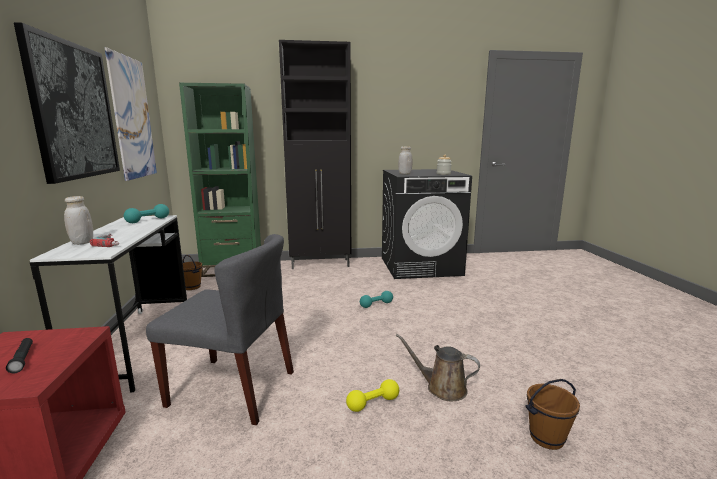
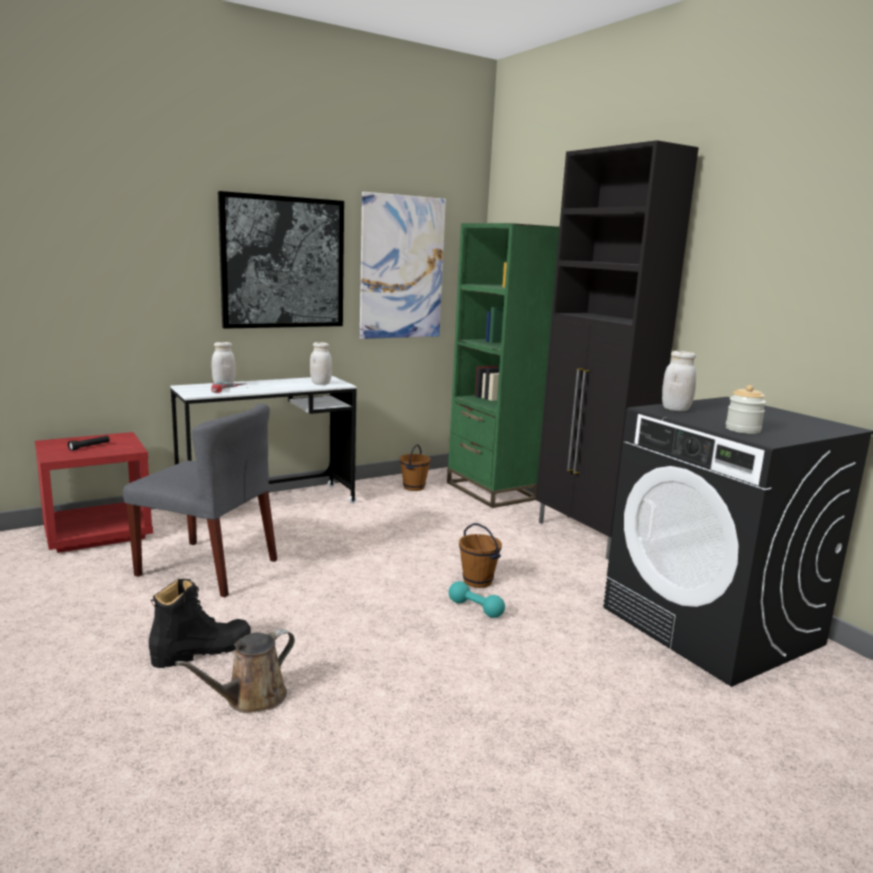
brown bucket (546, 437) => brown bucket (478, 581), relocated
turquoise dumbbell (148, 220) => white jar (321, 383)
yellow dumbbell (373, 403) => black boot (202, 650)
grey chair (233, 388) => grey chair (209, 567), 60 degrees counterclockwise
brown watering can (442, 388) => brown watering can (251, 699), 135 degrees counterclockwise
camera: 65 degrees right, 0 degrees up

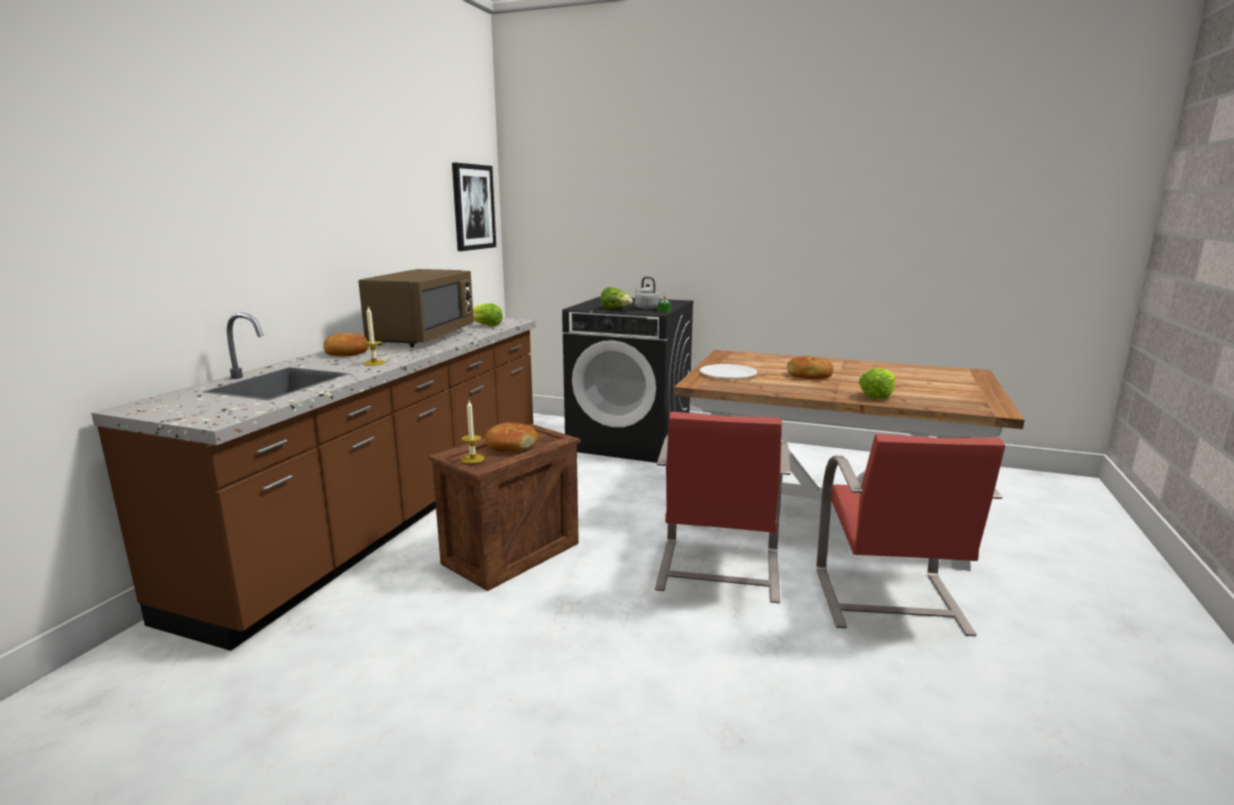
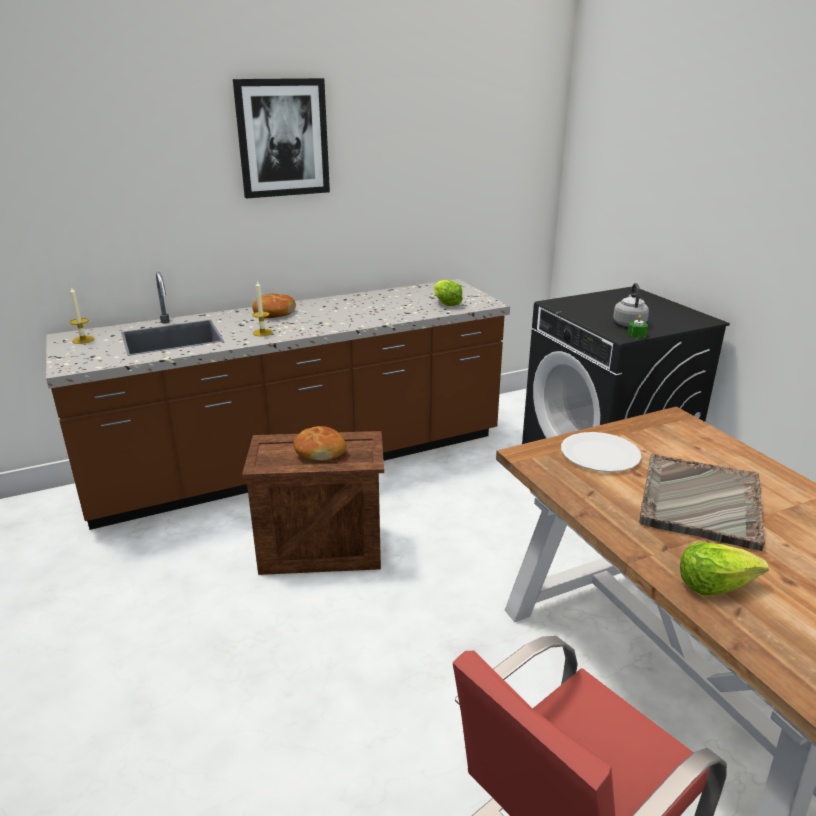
brown microwave (422, 337) => nothing
lettuce (616, 309) => nothing
red chair (717, 571) => nothing
picture (473, 207) => picture (283, 138), relocated
candle (472, 459) => candle (83, 340), relocated
bread (809, 376) => grey tray (700, 502)
camera: 45 degrees right, 10 degrees up

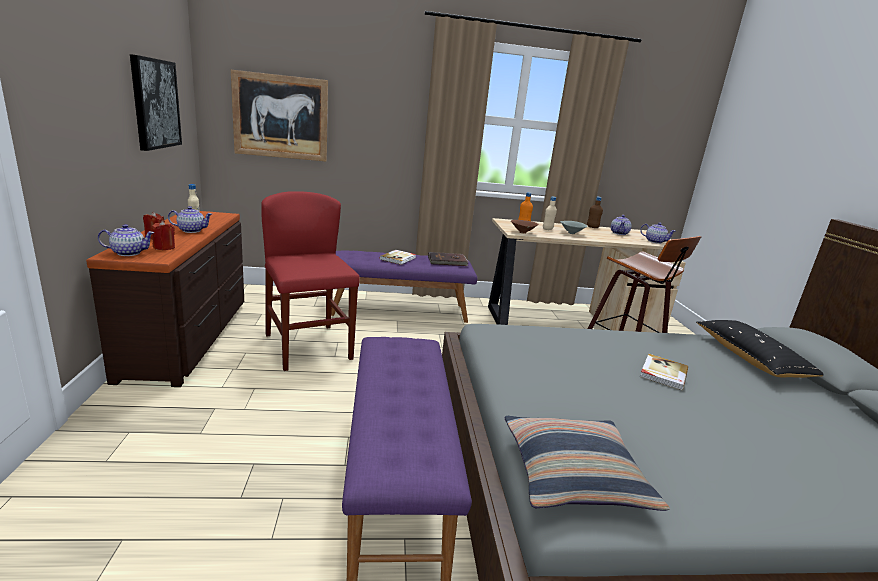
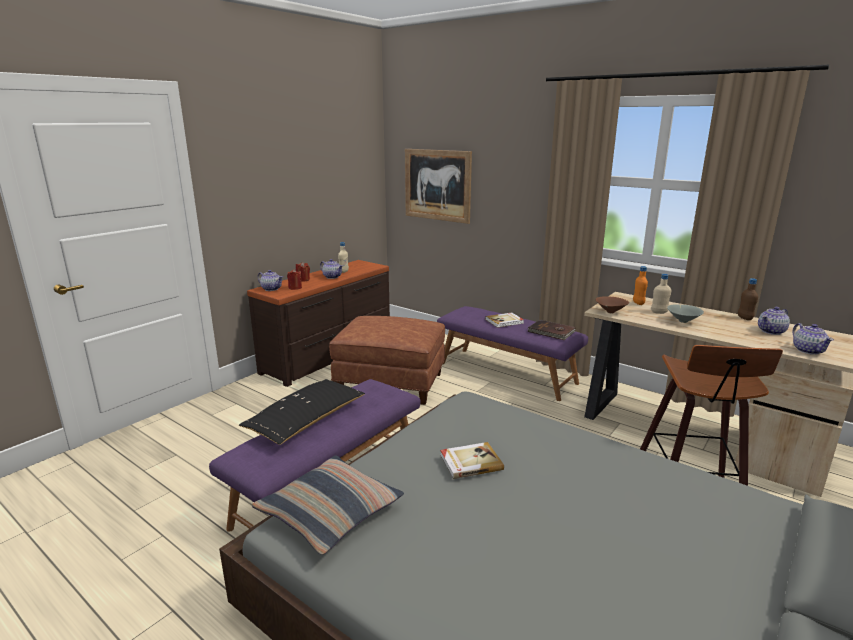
picture (155, 104) => nothing
book (662, 373) => book (470, 462), relocated
black pillow (750, 358) => black pillow (306, 420), relocated
red chair (308, 347) => brown ottoman (391, 383)
camera: 45 degrees right, 0 degrees up

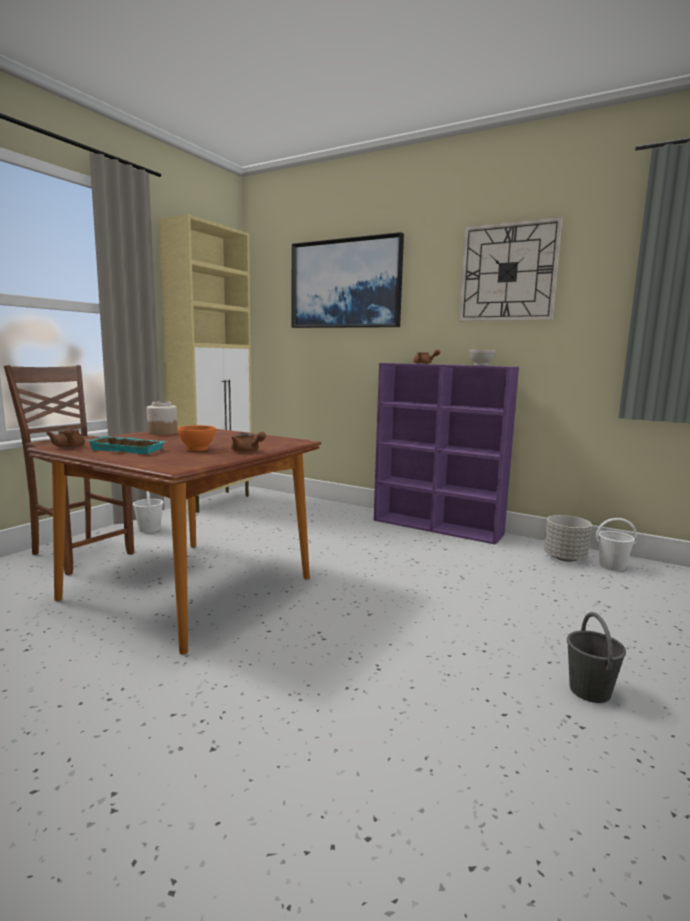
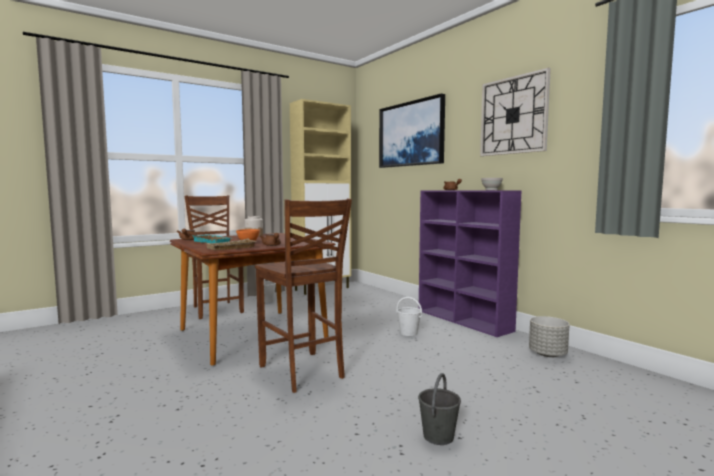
nothing => beige tray (231, 248)
nothing => brown chair (302, 372)
white bucket (612, 566) => white bucket (409, 333), relocated
camera: 25 degrees right, 5 degrees down

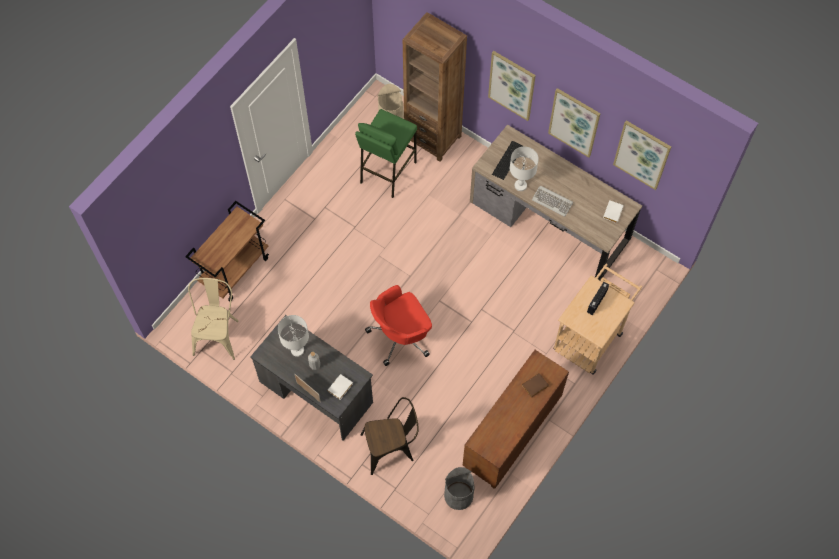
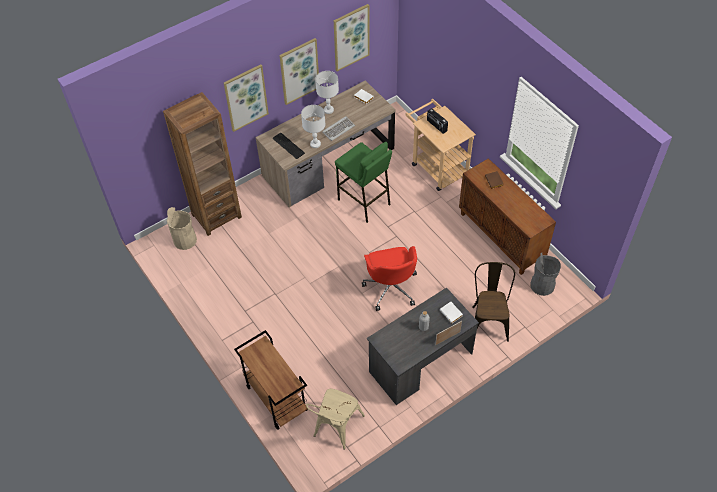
white table lamp (297, 350) => white table lamp (328, 110), relocated
green stool (387, 172) => green stool (364, 202), relocated
beige chair (218, 334) => beige chair (335, 428), 90 degrees counterclockwise
camera: 70 degrees left, 10 degrees down

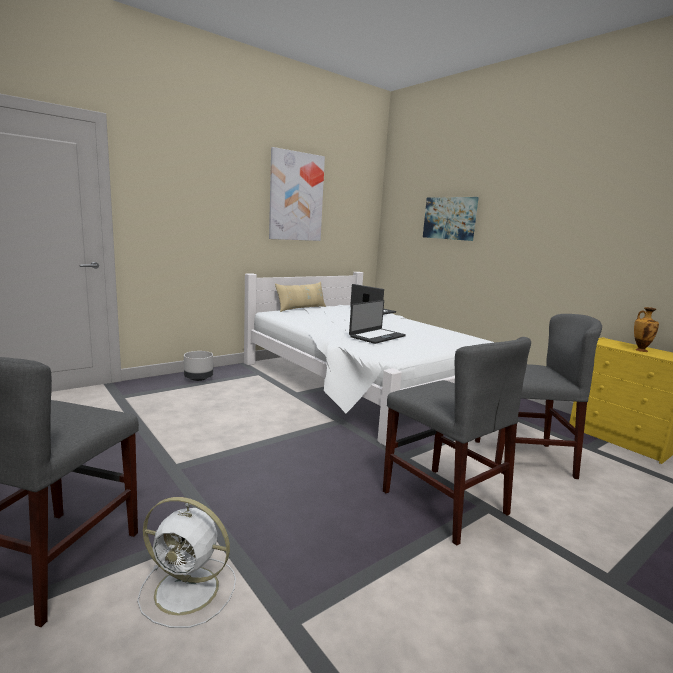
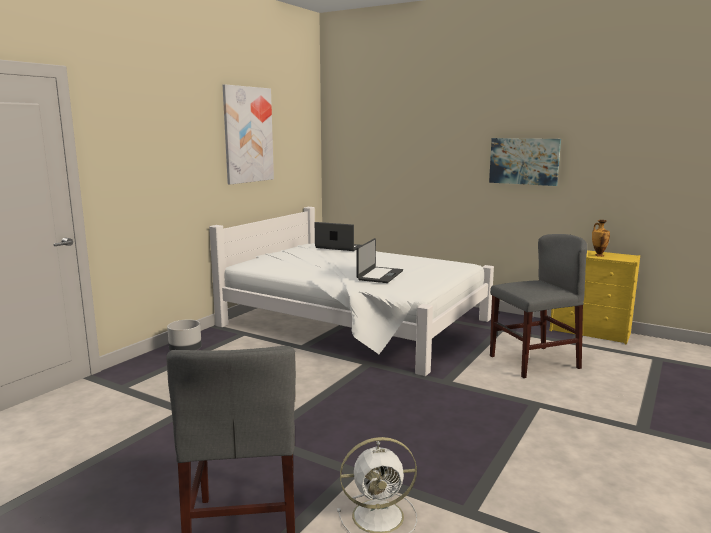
beige pillow (301, 308) => nothing
grey chair (443, 502) => nothing
picture (450, 218) => picture (524, 161), relocated
camera: 20 degrees left, 0 degrees up

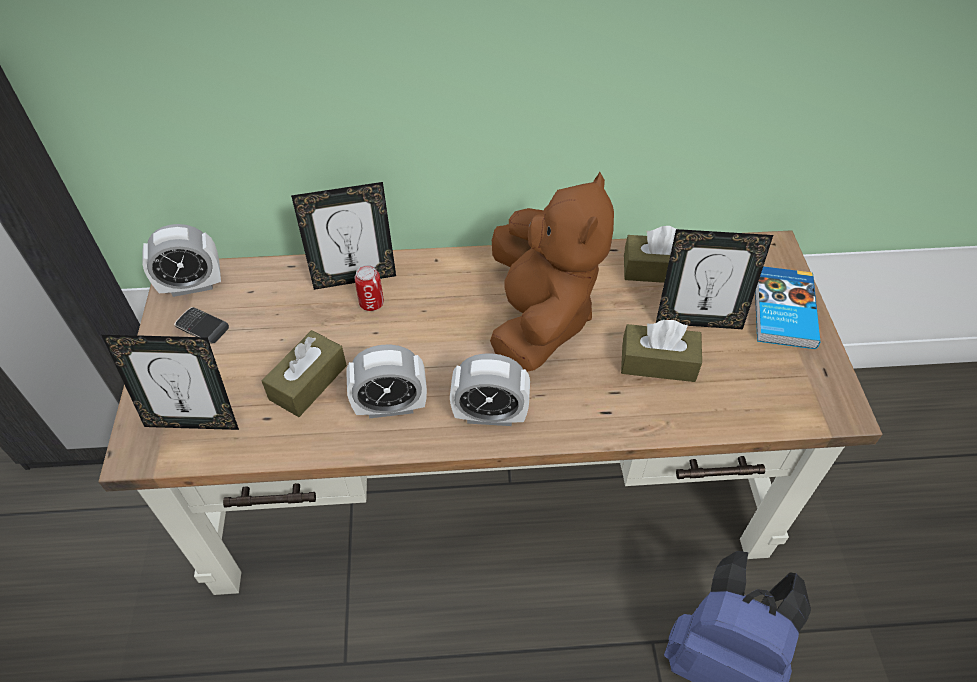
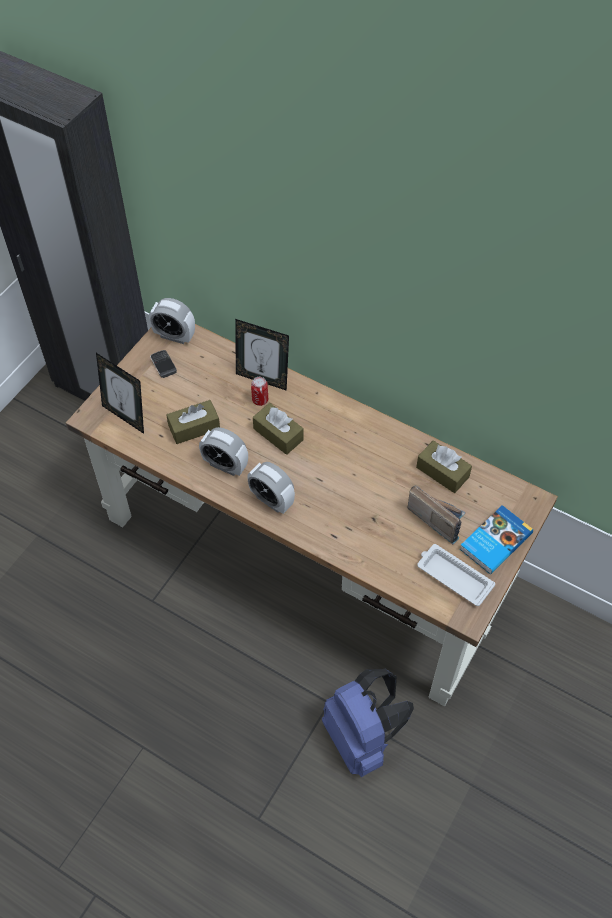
brown plush toy (539, 319) => nothing
nothing => white tray (453, 576)
brown tissue box (658, 362) => brown tissue box (278, 434), relocated
picture frame (698, 320) => radio (436, 517)
camera: 35 degrees right, 5 degrees up

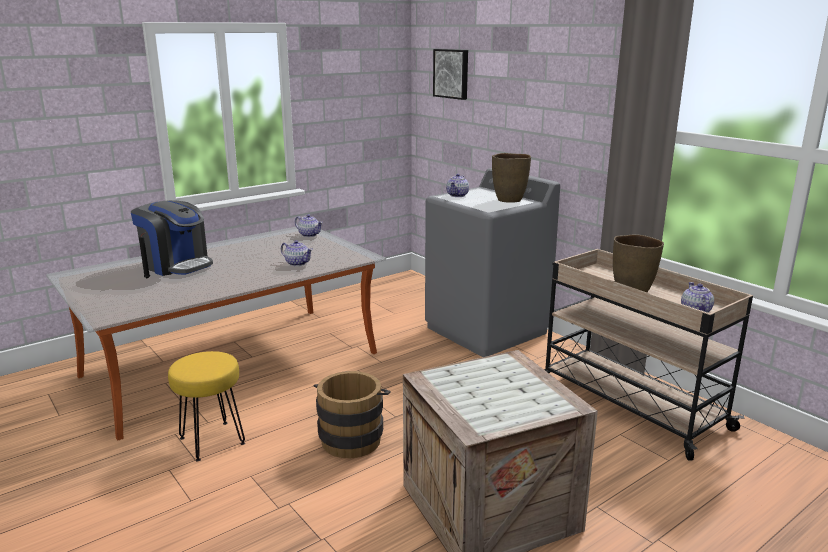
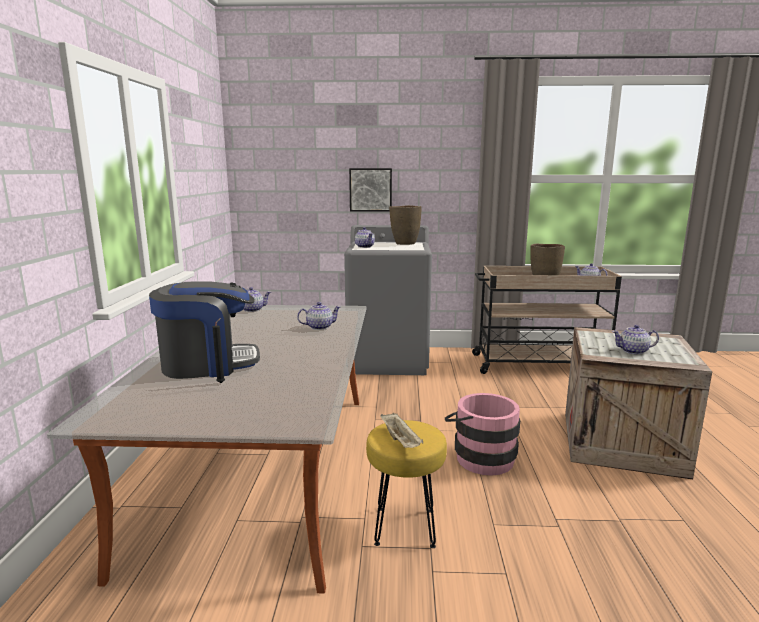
nothing => beige tray (401, 441)
nothing => teapot (633, 351)
picture (452, 73) => picture (370, 189), relocated
brown bucket (352, 437) => pink bucket (480, 457)
camera: 50 degrees left, 5 degrees down

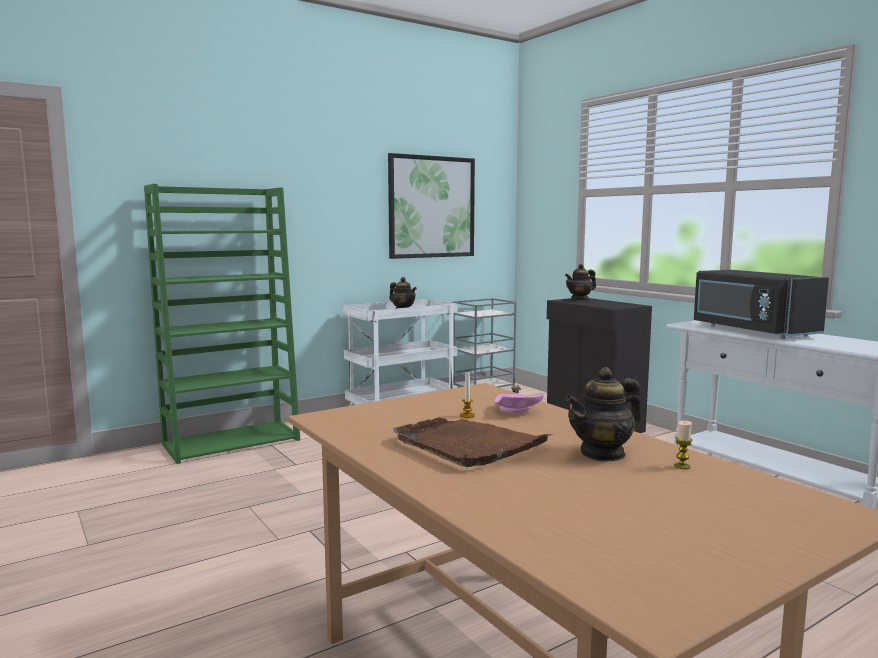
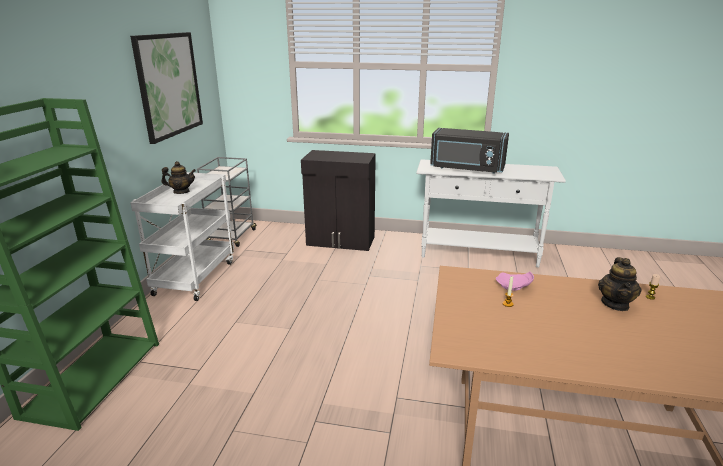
brown tray (469, 445) => nothing
teapot (580, 299) => nothing
camera: 45 degrees left, 15 degrees up

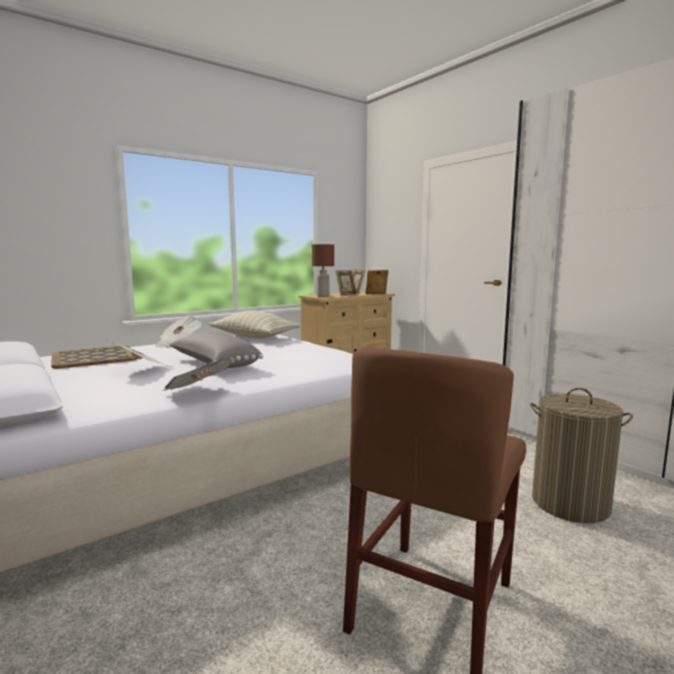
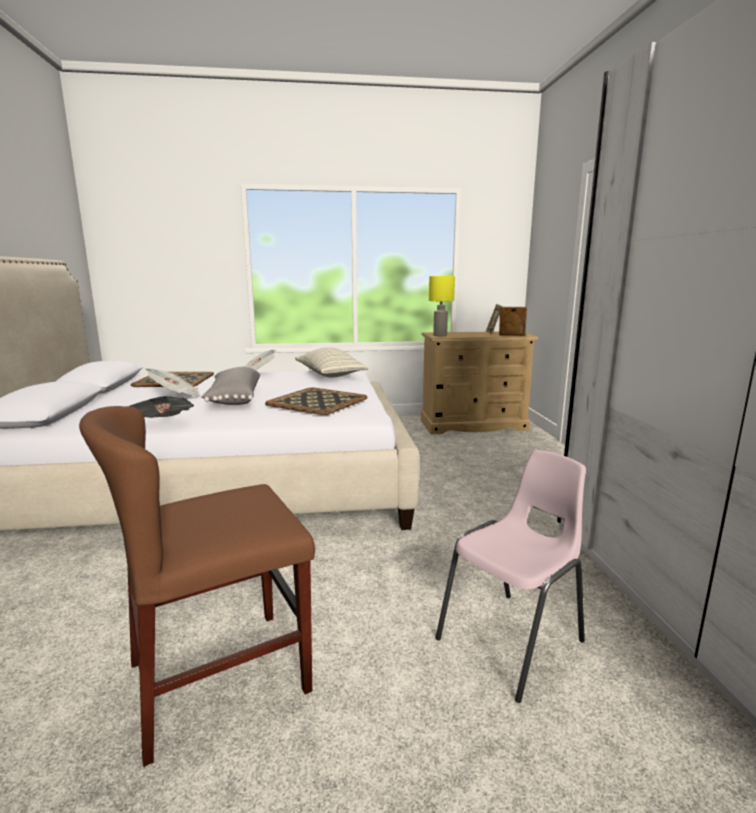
picture frame (346, 295) => nothing
nothing => tray (318, 401)
laundry basket (570, 504) => pink chair (513, 641)
brown table lamp (322, 296) => yellow table lamp (439, 335)
camera: 30 degrees right, 5 degrees up

